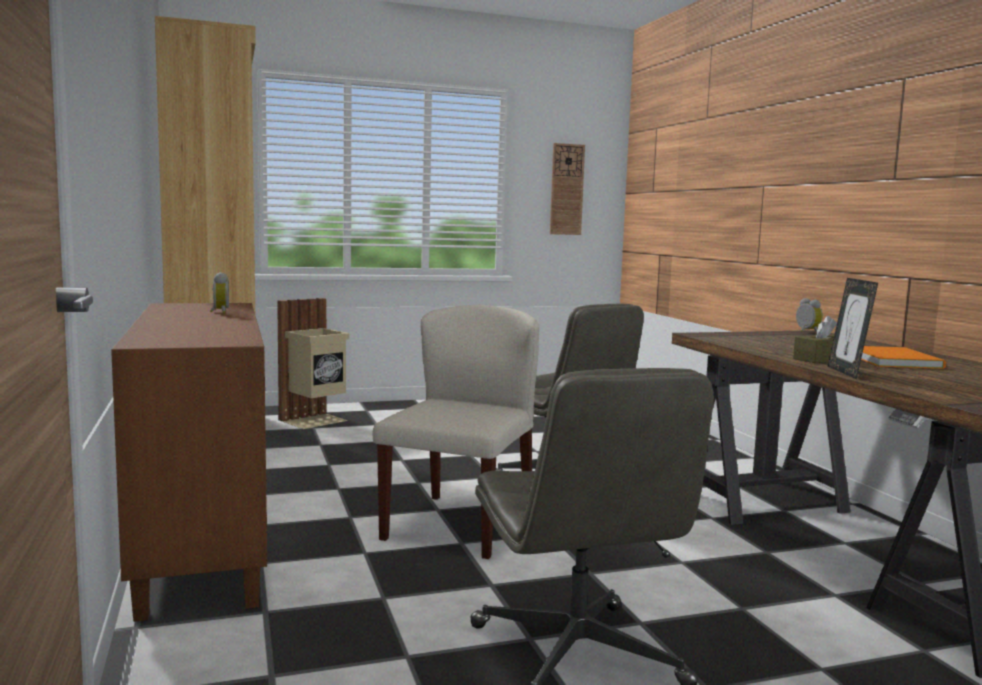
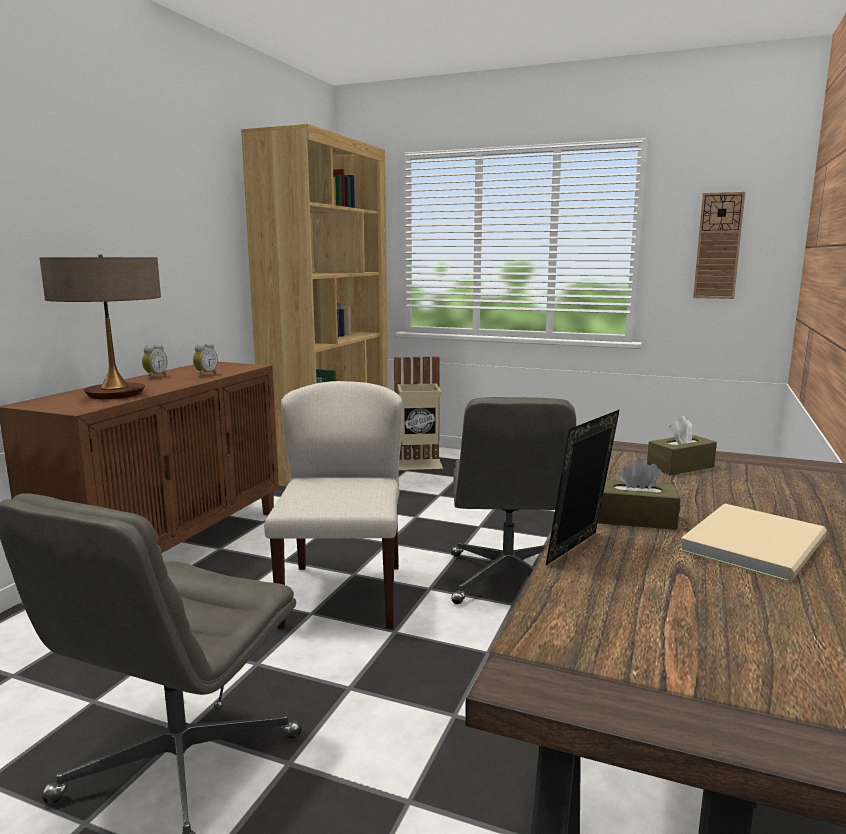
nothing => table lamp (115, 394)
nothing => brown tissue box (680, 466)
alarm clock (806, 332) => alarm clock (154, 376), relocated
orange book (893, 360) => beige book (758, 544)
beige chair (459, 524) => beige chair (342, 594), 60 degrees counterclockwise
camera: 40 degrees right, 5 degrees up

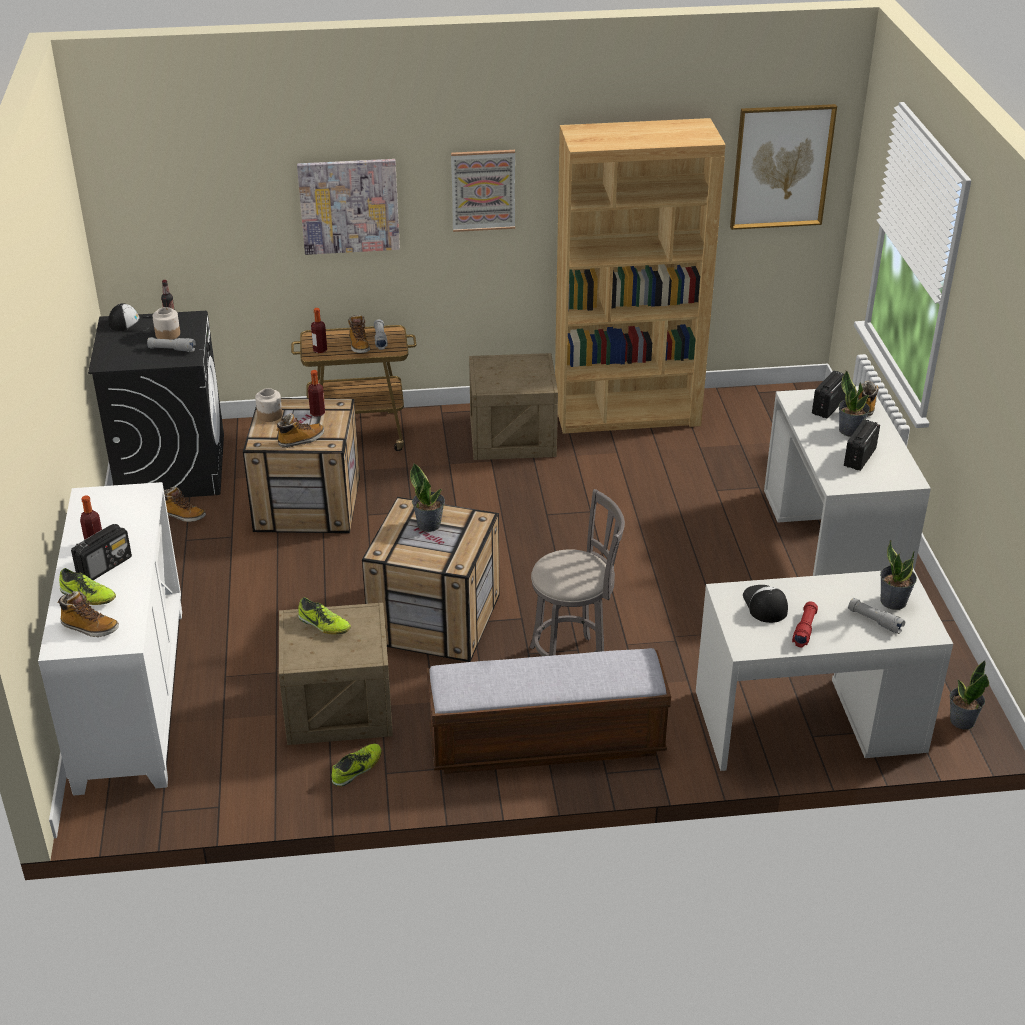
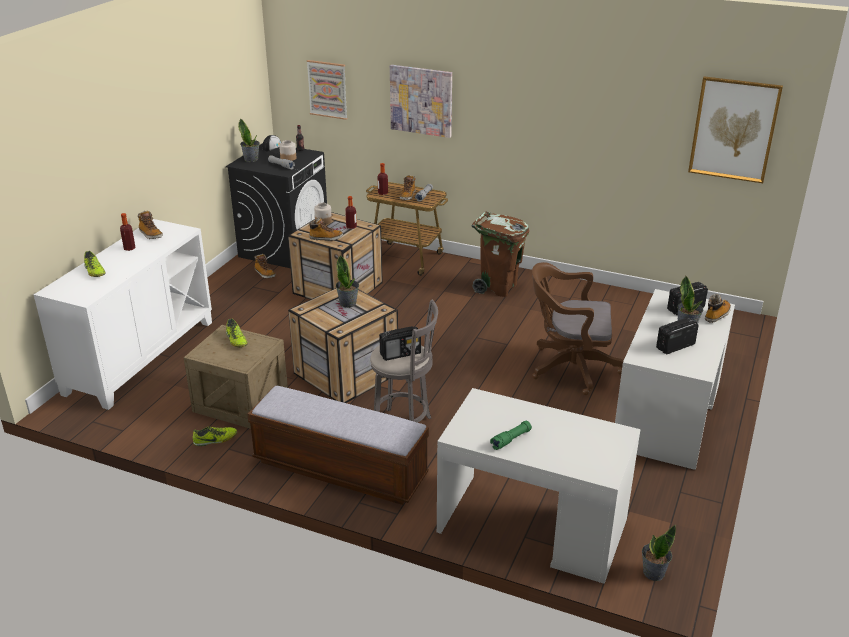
brown bookcase (627, 413) => nothing
cap (764, 604) => nothing
grey flashlight (874, 621) => nothing
nothing => brown office chair (569, 368)
boot (89, 628) => boot (150, 234), relocated
radio (105, 566) => radio (400, 353), relocated
picture (483, 190) => picture (327, 89), relocated
potted plant (893, 601) => potted plant (251, 159), relocated
crate (512, 437) => brown trash can (498, 287)
red flashlight (804, 629) => green flashlight (511, 439)
camera: 30 degrees right, 5 degrees down

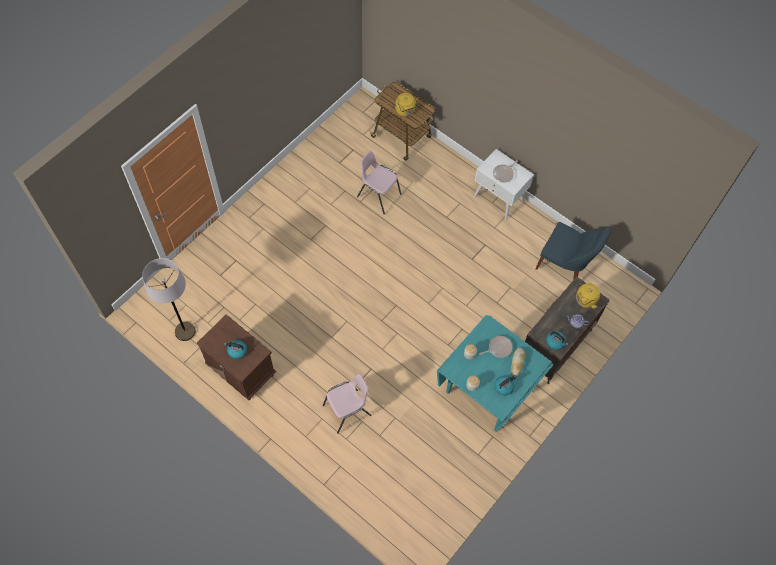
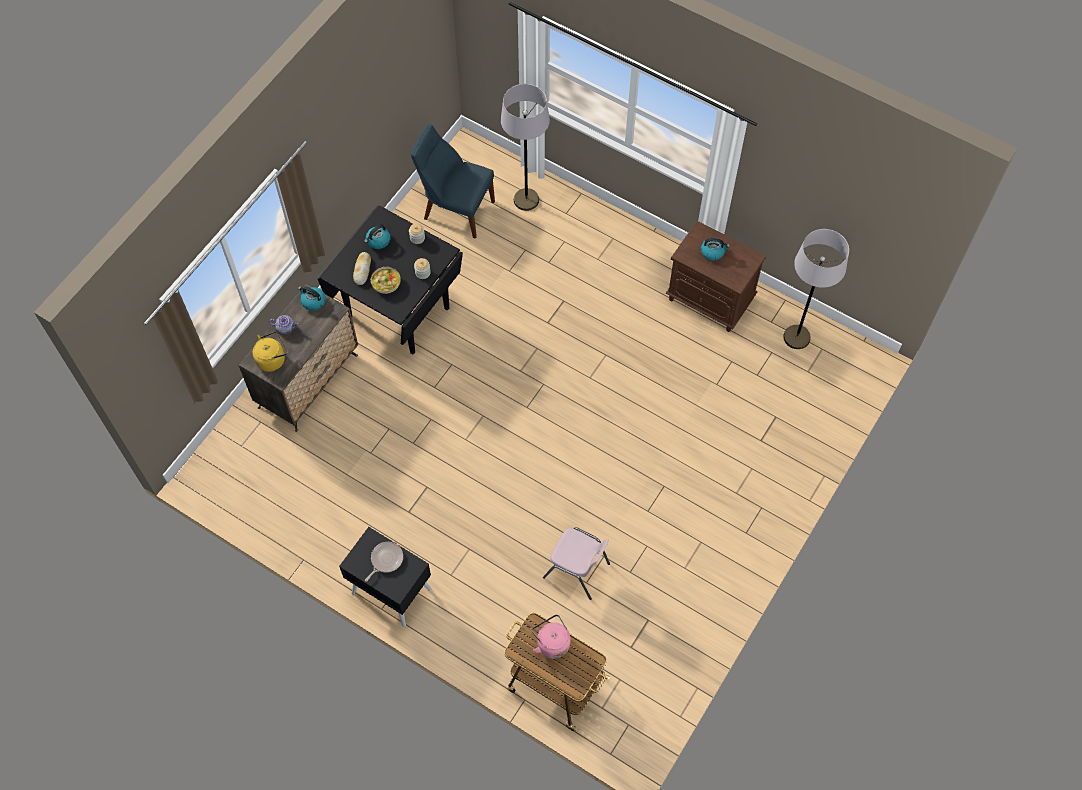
pink chair (348, 411) => nothing
nothing => grey floor lamp (526, 200)
blue chair (565, 266) => blue chair (456, 209), relocated
frying pan (498, 348) => bowl (386, 284)
yellow kettle (405, 111) => pink kettle (551, 642)
turquoise dining table (486, 392) => black dining table (397, 312)
white nightstand (498, 199) => black nightstand (391, 590)
camera: 175 degrees right, 0 degrees up

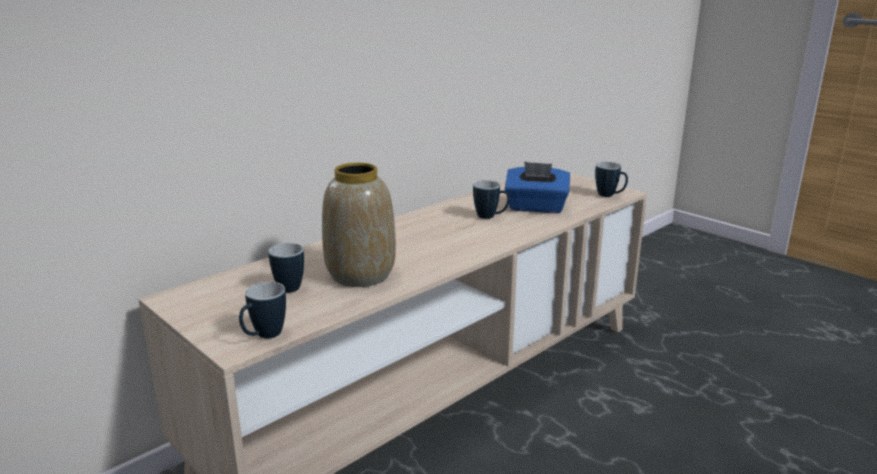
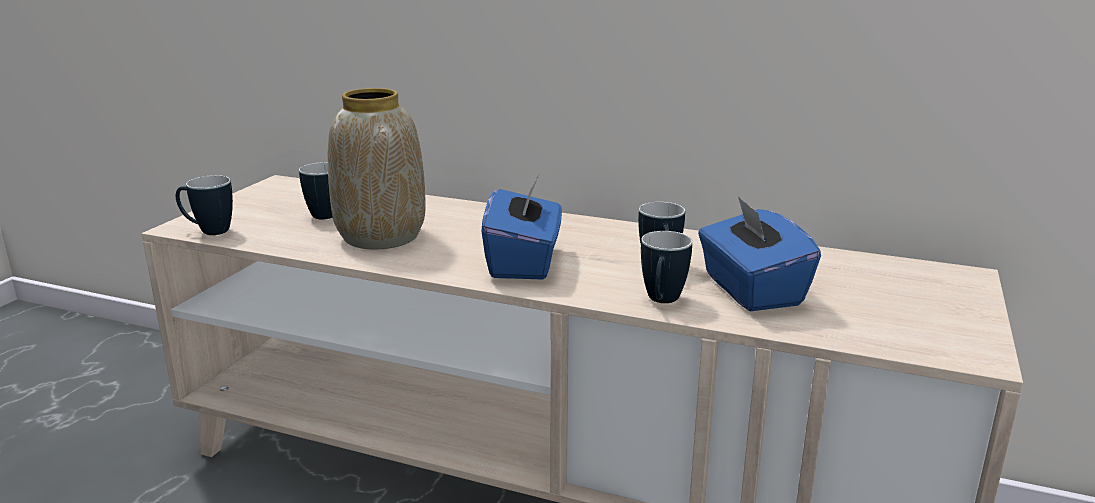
nothing => blue tissue box (524, 262)
mug (610, 196) => mug (661, 302), relocated
camera: 65 degrees right, 0 degrees up

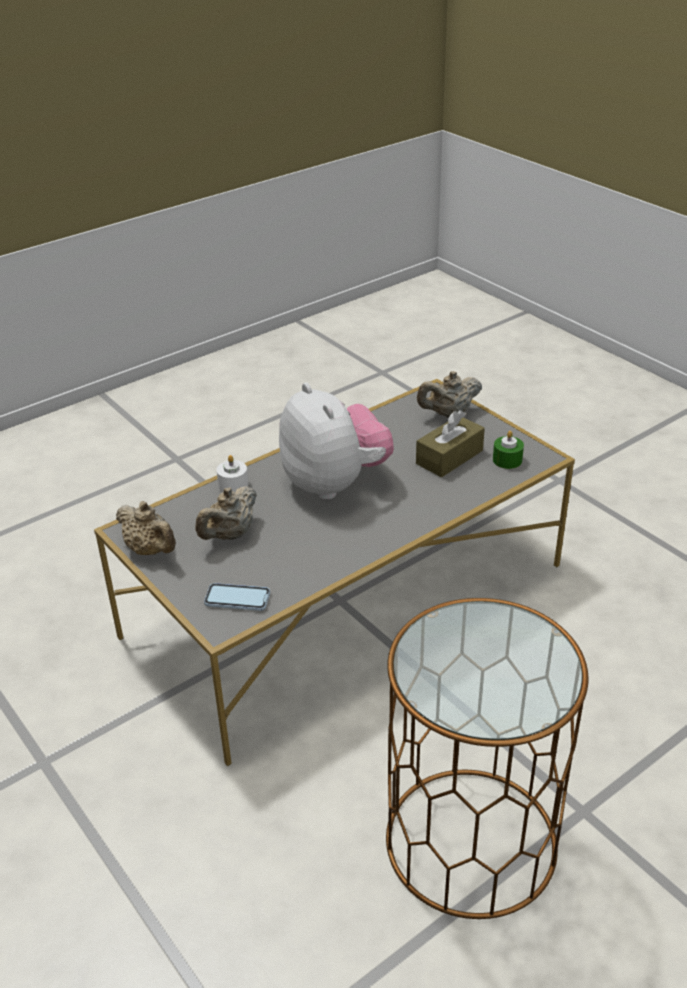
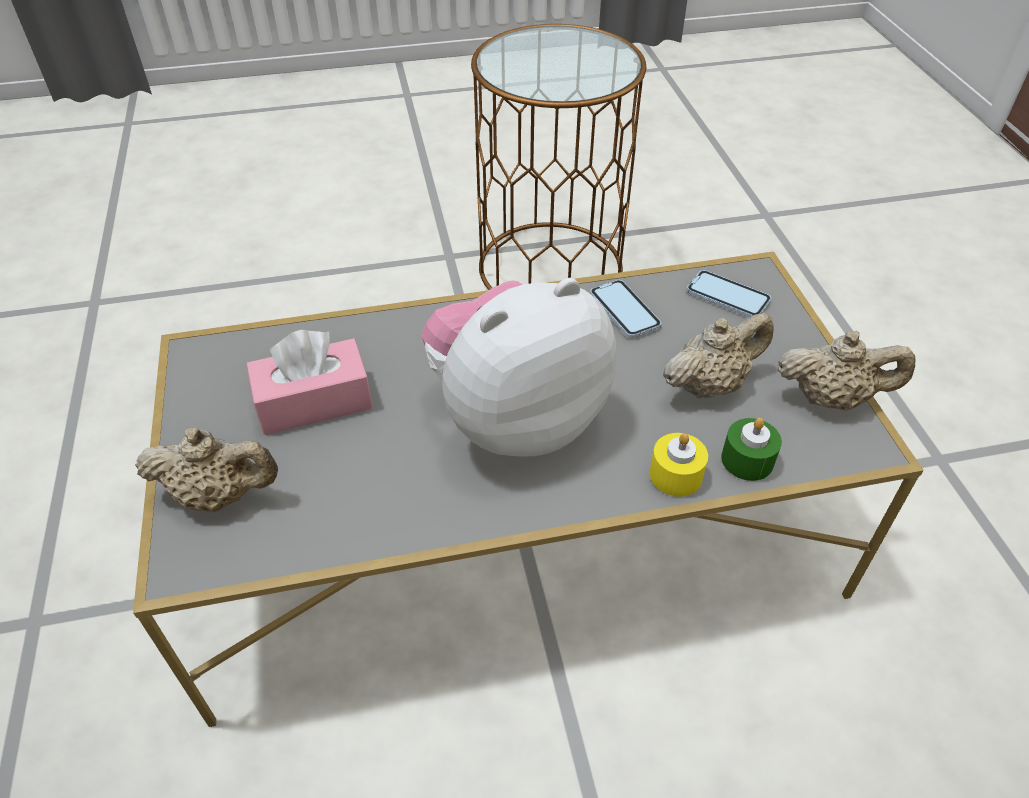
nothing => phone (624, 311)
green candle (507, 460) => green candle (747, 460), relocated
white candle (233, 485) => yellow candle (676, 475)
brown tissue box (449, 457) => pink tissue box (314, 402)
beige teapot (150, 550) => beige teapot (831, 398), 120 degrees clockwise
plush toy (335, 483) => plush toy (515, 418), 60 degrees clockwise
camera: 155 degrees left, 10 degrees up

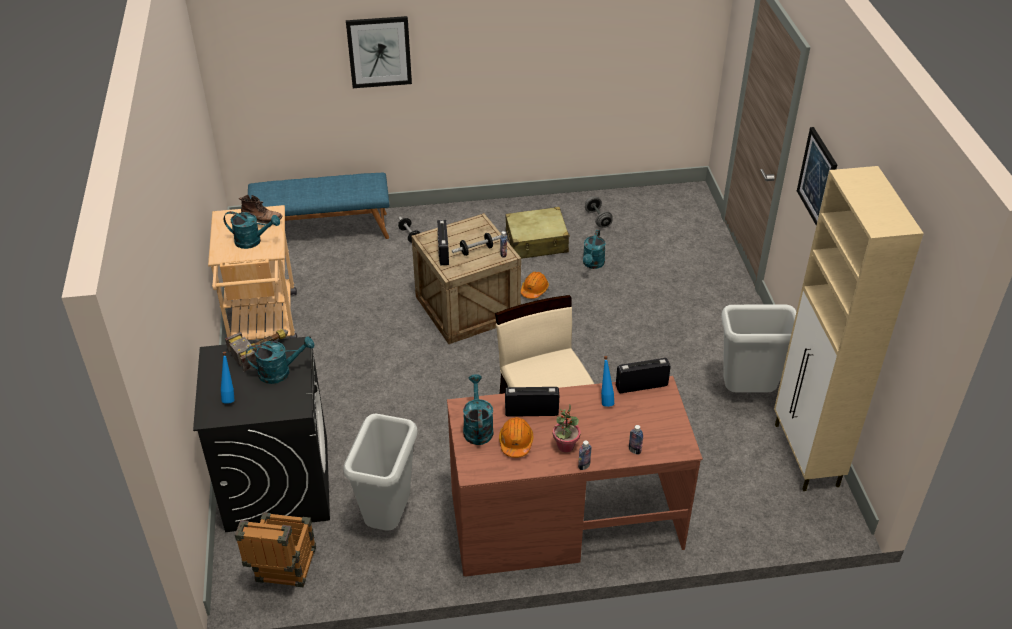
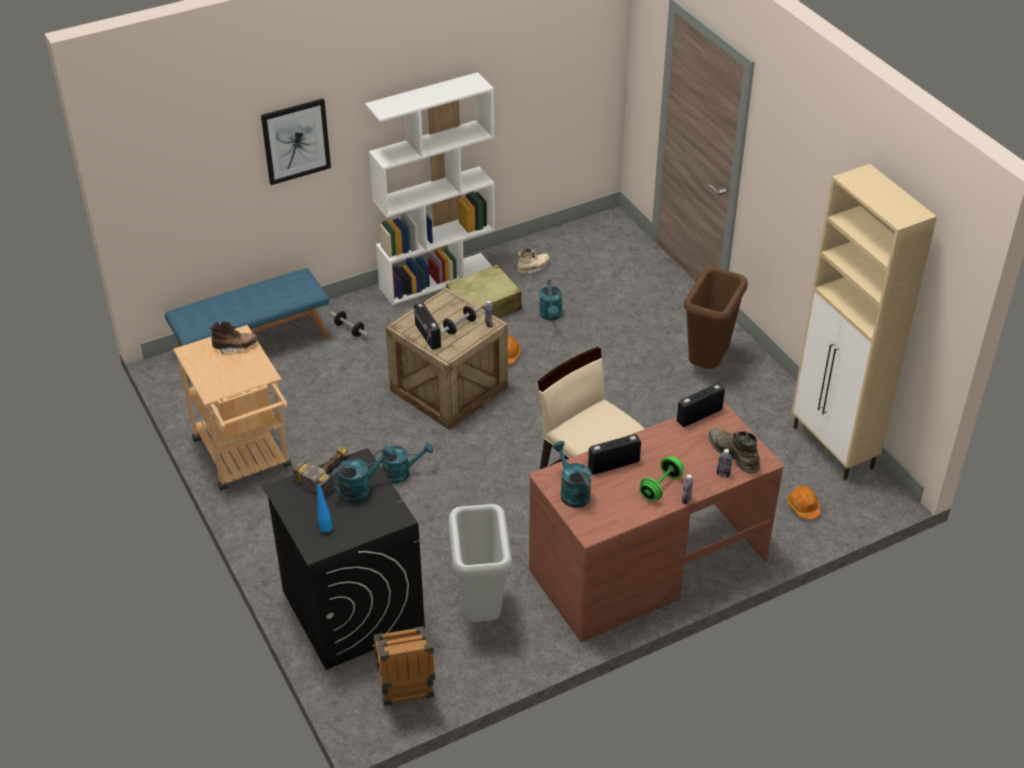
blue bottle (605, 400) => nothing
grey trash can (747, 393) => nothing
picture (817, 178) => nothing
nothing => white bookcase (437, 278)
nothing => brown trash can (708, 365)
nothing => green boot (733, 453)
turquoise watering can (253, 241) => turquoise watering can (401, 473), relocated
orange hard hat (516, 442) => orange hard hat (803, 507), relocated
potted plant (565, 446) => green dumbbell (660, 487)
grey dumbbell (598, 219) => beige boot (533, 268)
camera: 20 degrees left, 0 degrees up

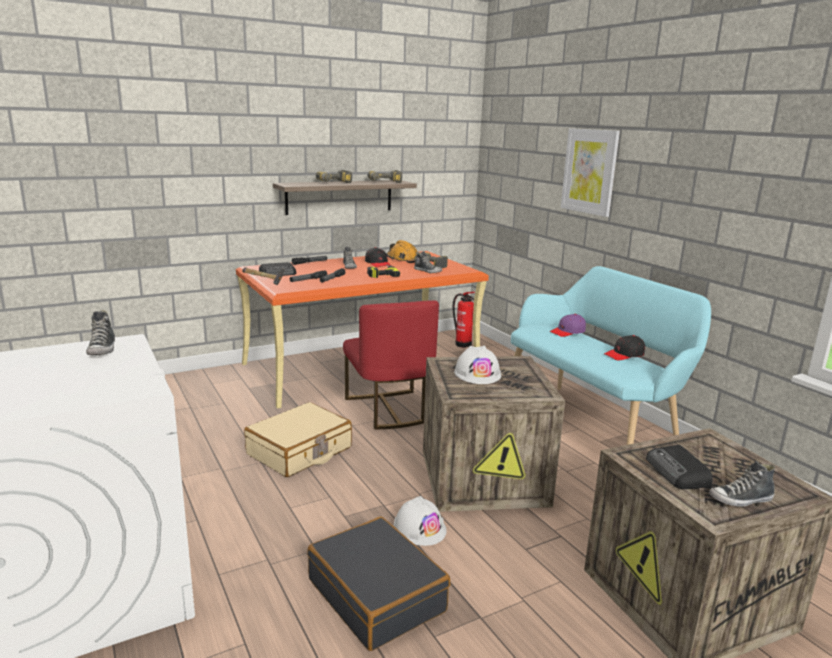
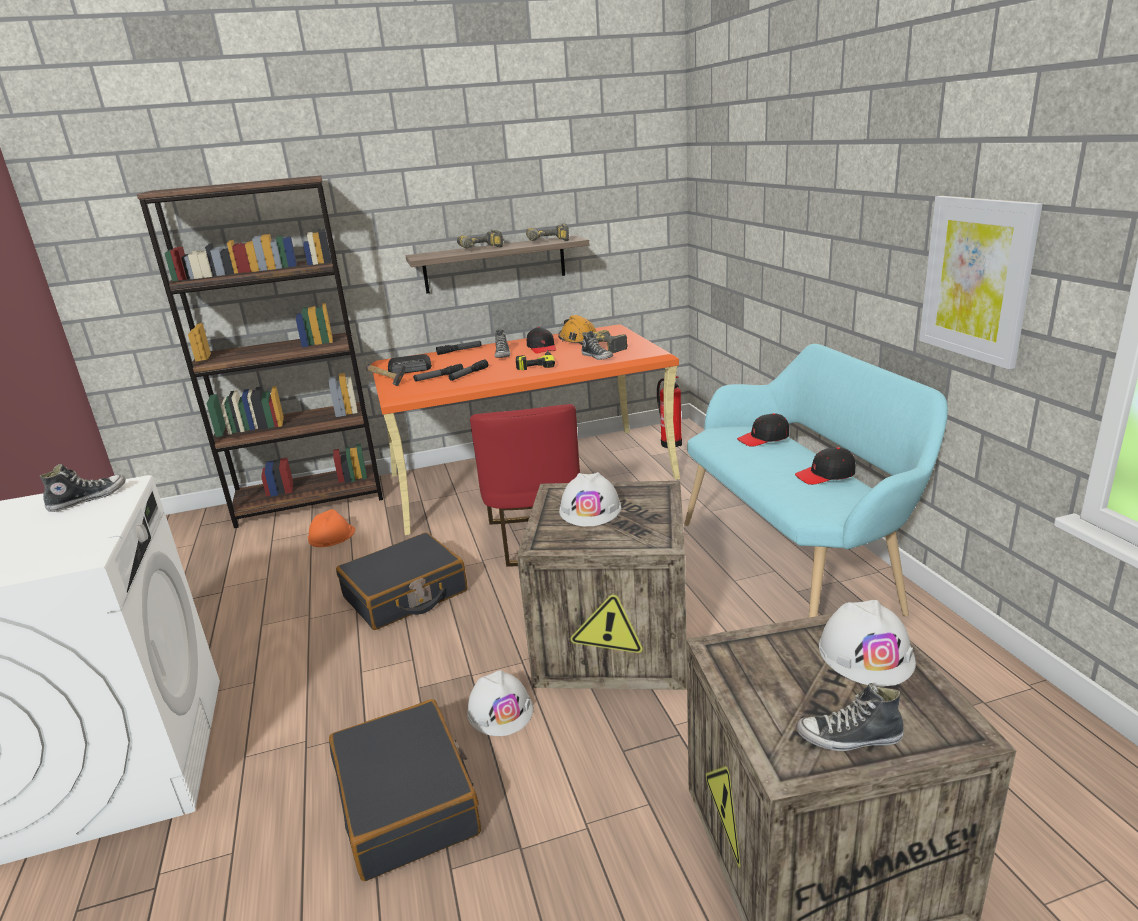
radio (678, 473) => nothing
nothing => brown bookcase (311, 501)
nothing => orange hard hat (331, 535)
nothing => white hard hat (866, 653)
picture (589, 171) => picture (977, 279), relocated
beige suitcase (300, 451) => black suitcase (405, 595)
purple cap (567, 332) => black cap (763, 438)
shoe (102, 349) => shoe (88, 499), 135 degrees counterclockwise
camera: 15 degrees right, 5 degrees up

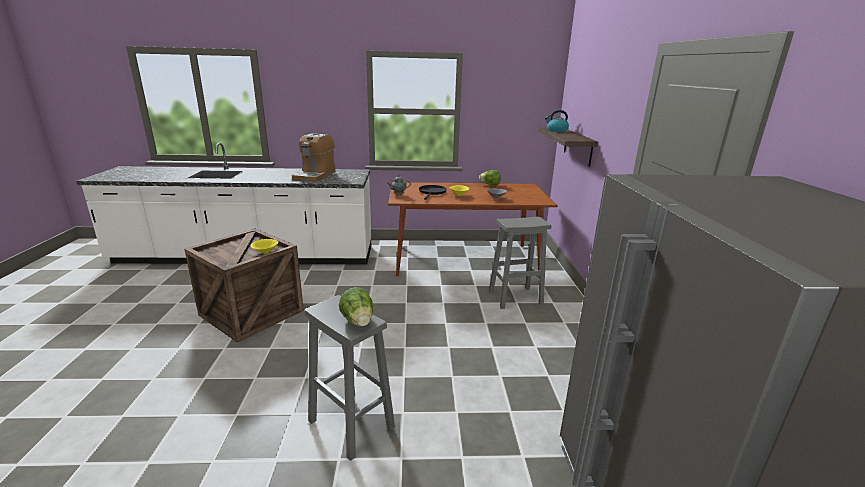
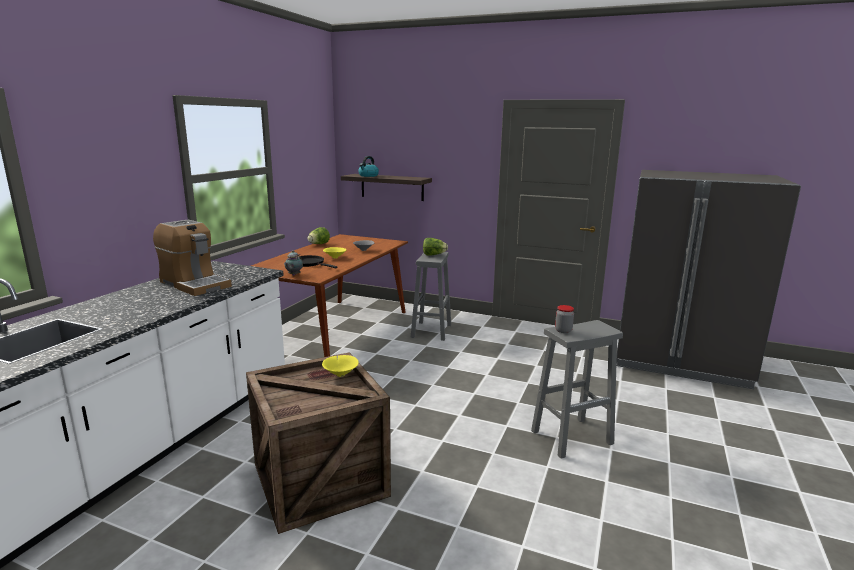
nothing => jar (563, 330)
lettuce (358, 322) => lettuce (434, 255), relocated
camera: 65 degrees left, 5 degrees down

